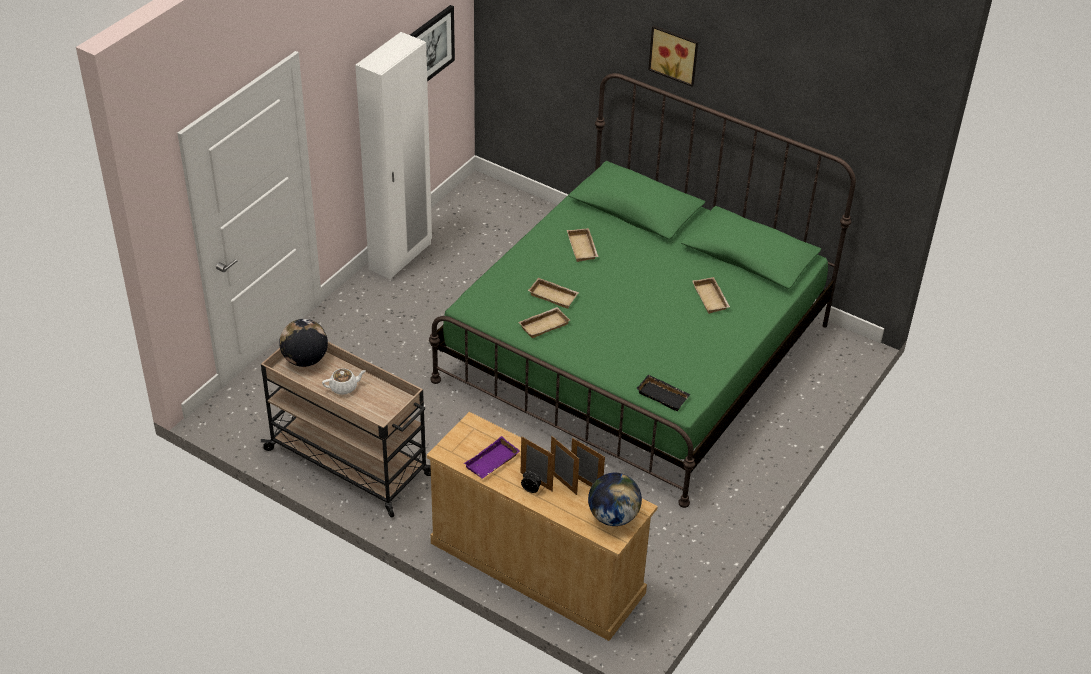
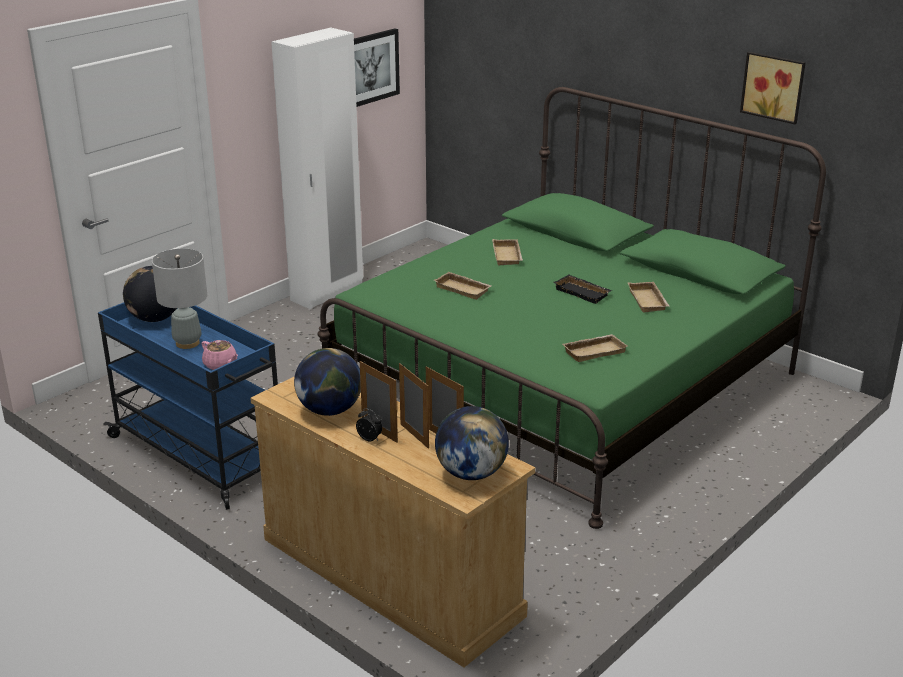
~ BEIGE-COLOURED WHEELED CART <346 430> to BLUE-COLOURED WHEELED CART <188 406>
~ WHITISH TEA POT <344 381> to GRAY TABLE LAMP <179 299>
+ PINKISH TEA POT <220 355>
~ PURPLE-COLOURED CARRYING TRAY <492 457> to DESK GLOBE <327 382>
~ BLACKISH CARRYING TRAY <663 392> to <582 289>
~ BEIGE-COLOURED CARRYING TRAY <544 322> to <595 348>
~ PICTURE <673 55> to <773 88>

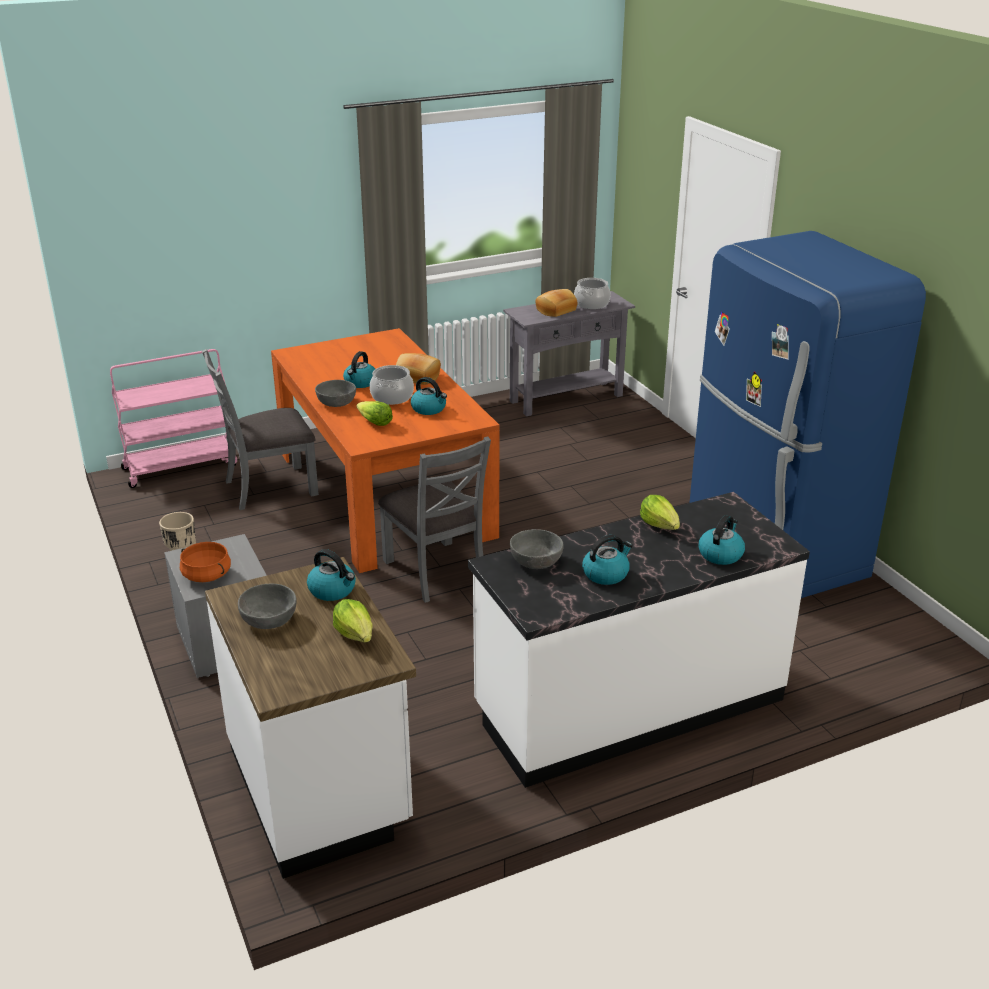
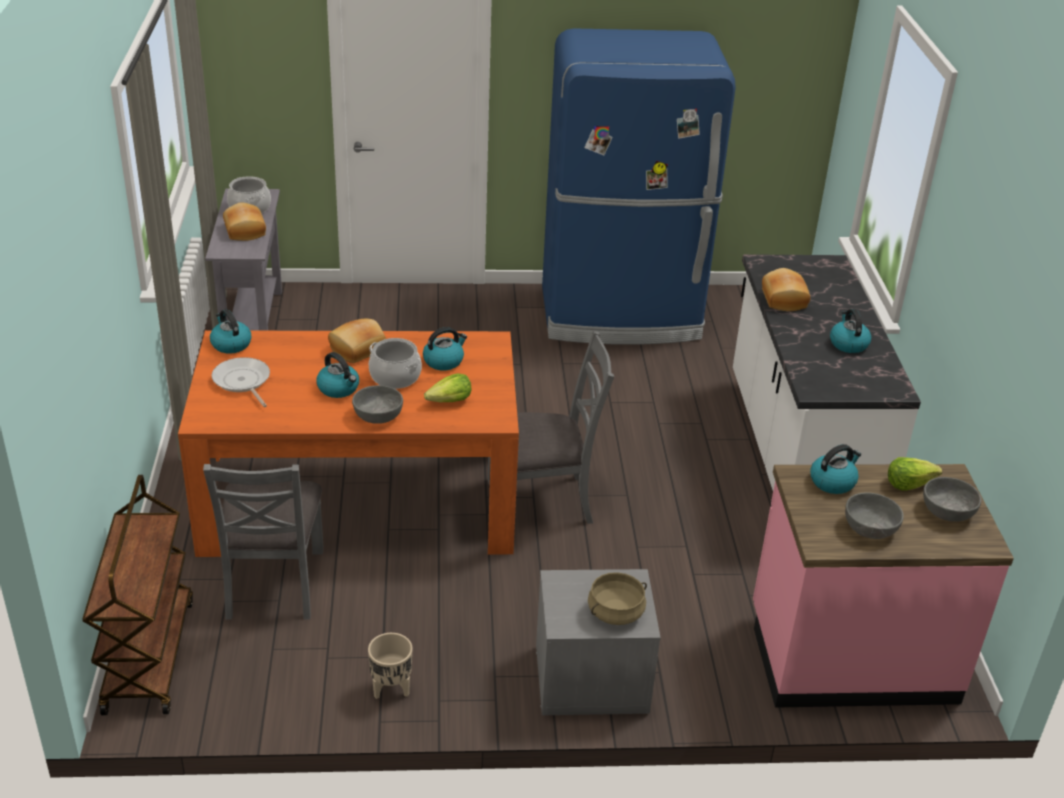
~ PINKISH WHEELED CART <173 418> to BROWN WHEELED CART <137 595>
~ WATER KETTLE <722 540> to <230 331>
+ PAN <241 382>
~ ORANGE-COLOURED SAUCEPOT <205 562> to BEIGE-COLOURED SAUCEPOT <617 598>
~ WHITISH KITCHEN BASE UNIT <310 718> to PINKISH KITCHEN BASE UNIT <883 586>
~ LETTUCE HEAD <660 512> to BAKERY BREAD <786 289>
~ GRAY DEEP DISH <537 549> to <952 499>

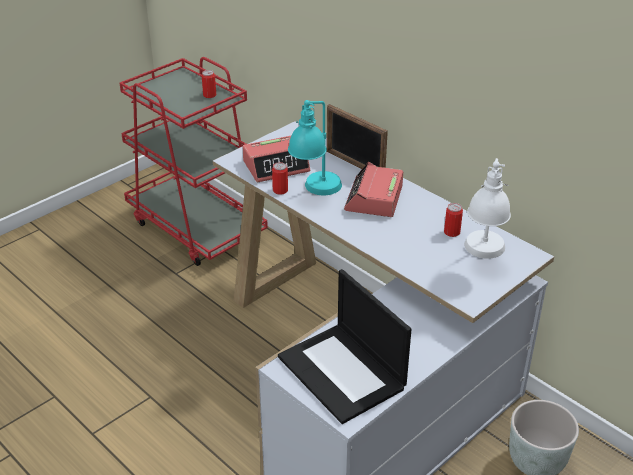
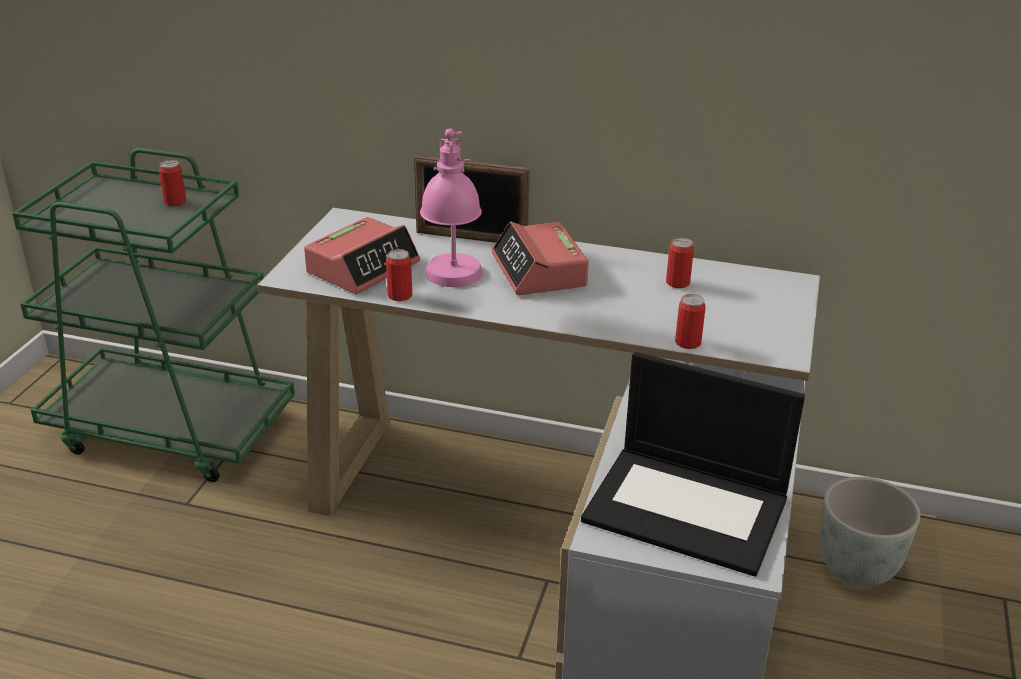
~ RED WHEELED CART <193 161> to GREEN-COLOURED WHEELED CART <153 315>
~ BLUE-GREEN TABLE LAMP <315 147> to PINKISH TABLE LAMP <451 207>
+ METAL CAN <690 321>
- WHITISH TABLE LAMP <487 208>

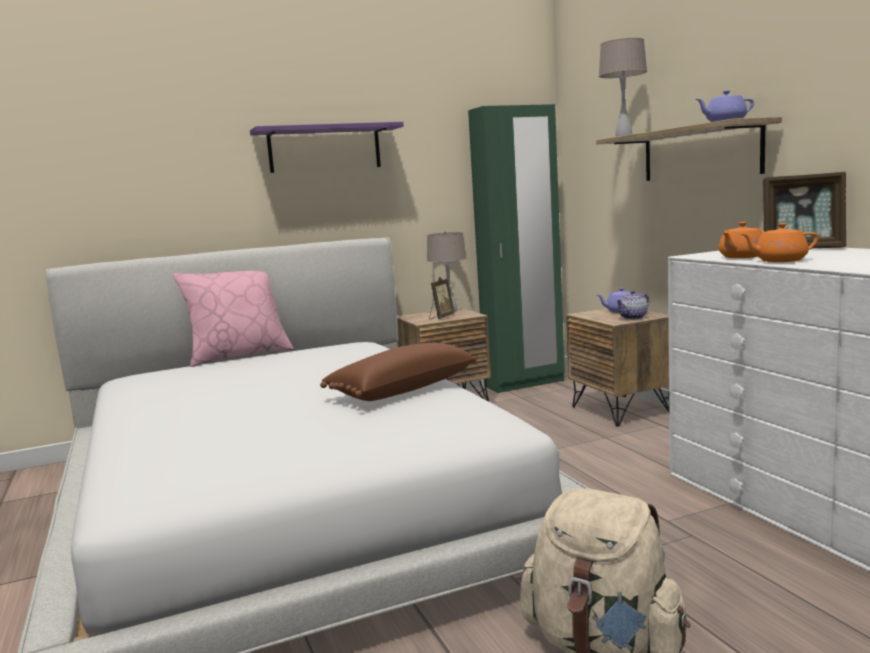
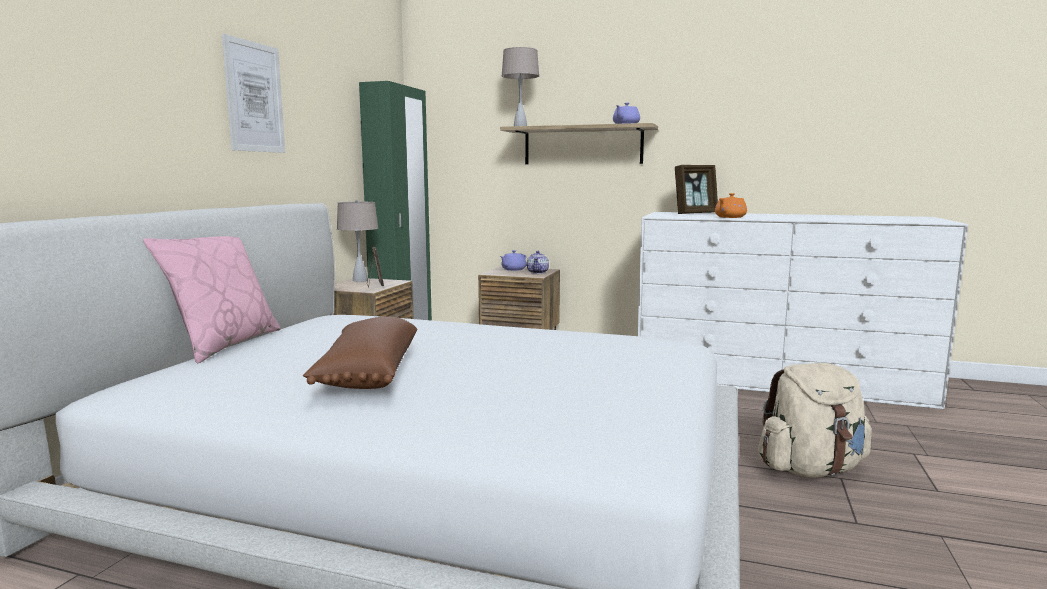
~ PURPLE-COLOURED WALL SHELF <327 147> to PICTURE <253 93>
~ BROWN THROW PILLOW <398 372> to <360 352>
- ORANGE-COLOURED TEA POT <740 240>

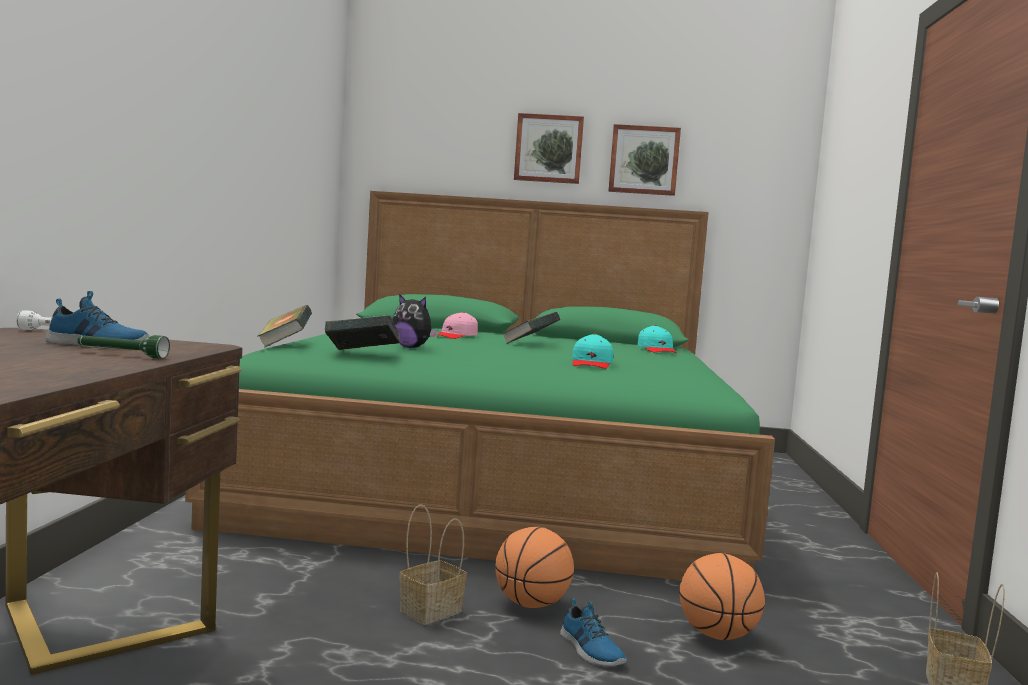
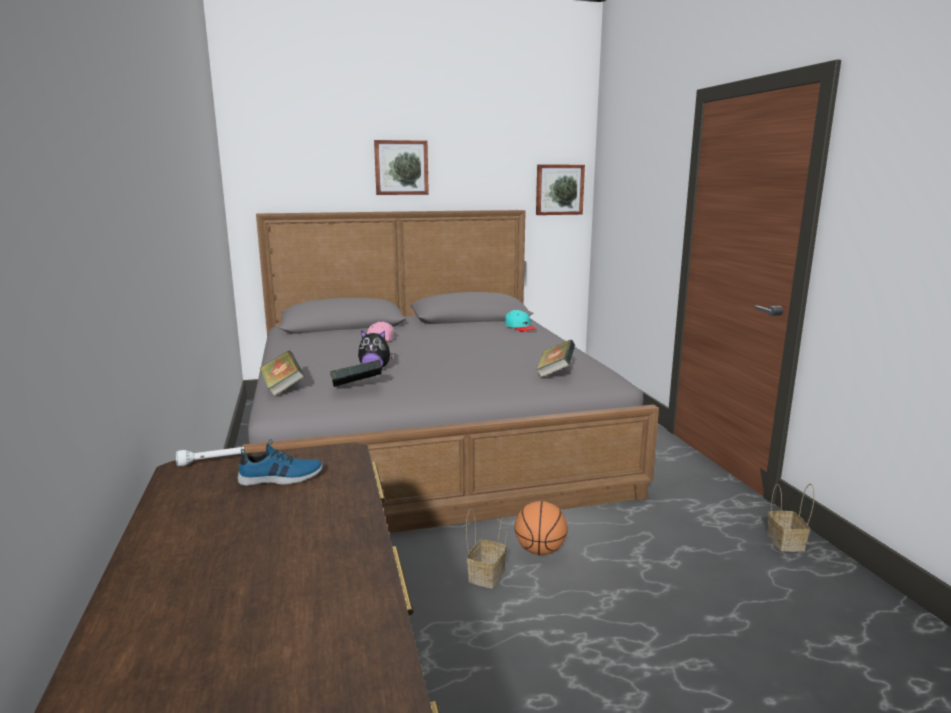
~ GREEN-COLOURED BEDROOM BED <480 385> to GRAY BEDROOM BED <450 371>
~ PICTURE <644 160> to <560 189>
~ BOUND BOOK <531 328> to <555 359>
- GREEN-COLOURED TORCH <123 346>
- SHOE <593 632>
- BLUE-GREEN PEAKED CAP <592 351>
- BASKETBALL BALL <722 596>

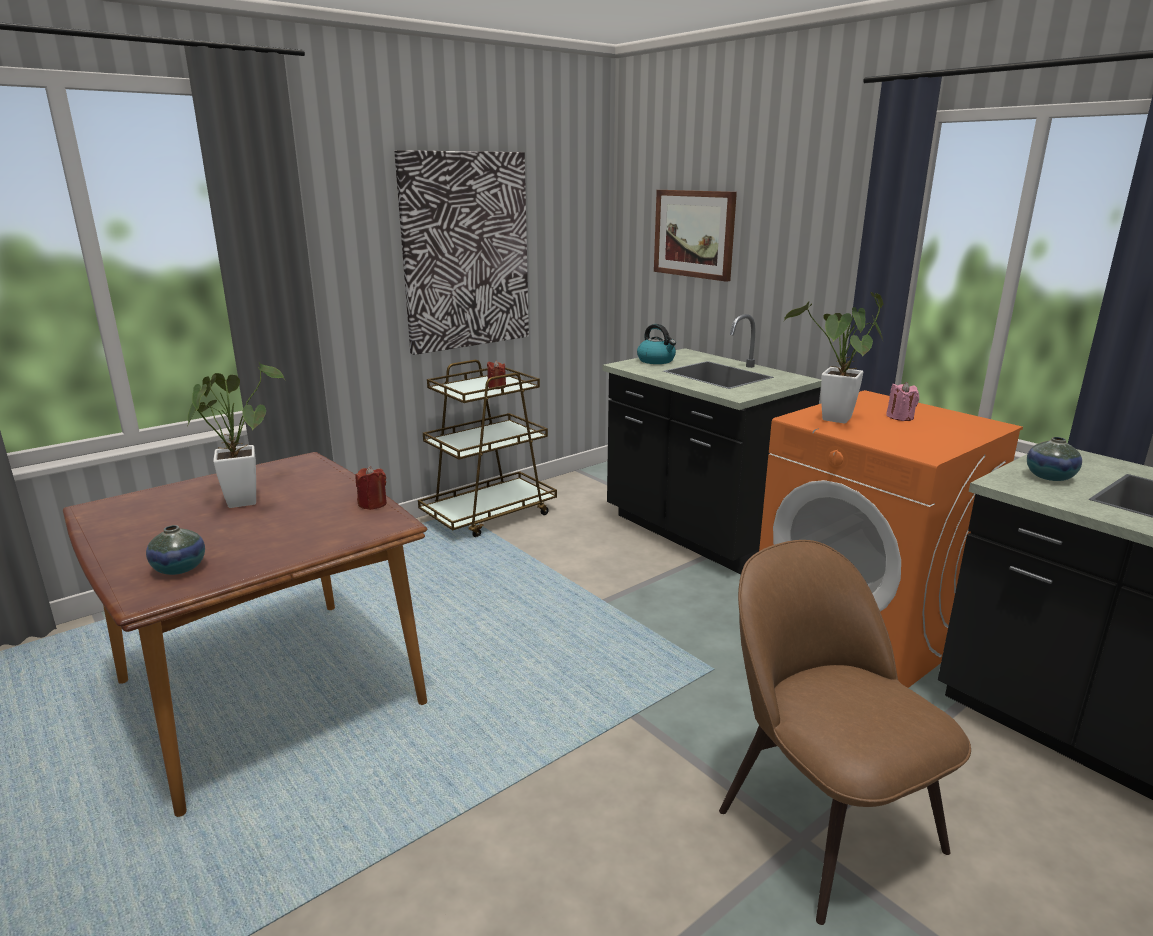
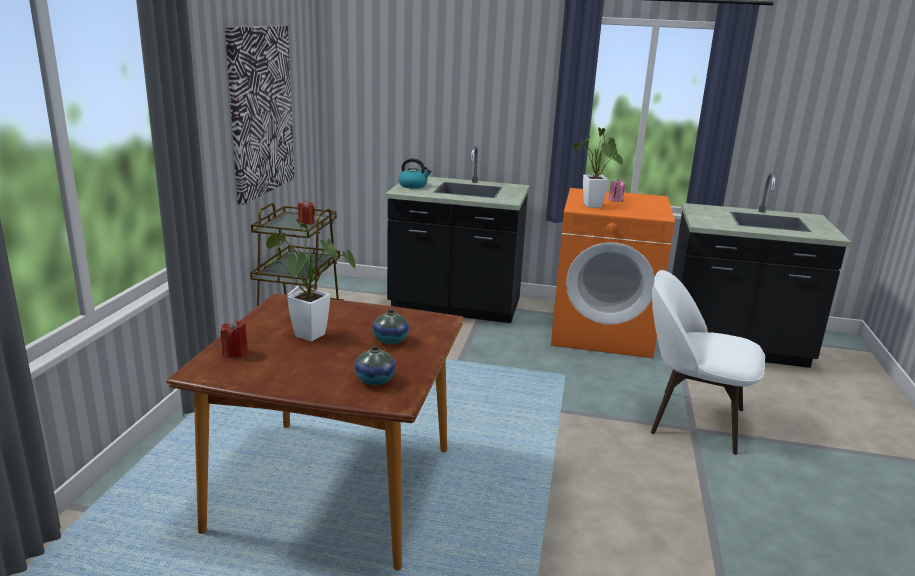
~ RED WAX LIGHT <371 488> to <234 339>
~ FLOWER VASE <1054 459> to <390 327>
~ BROWN UPRIGHT CHAIR <845 732> to WHITISH UPRIGHT CHAIR <708 362>
- PICTURE <695 236>

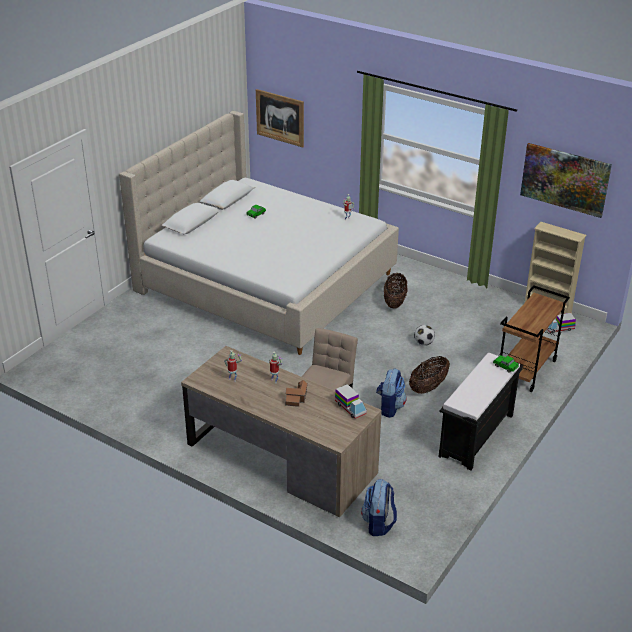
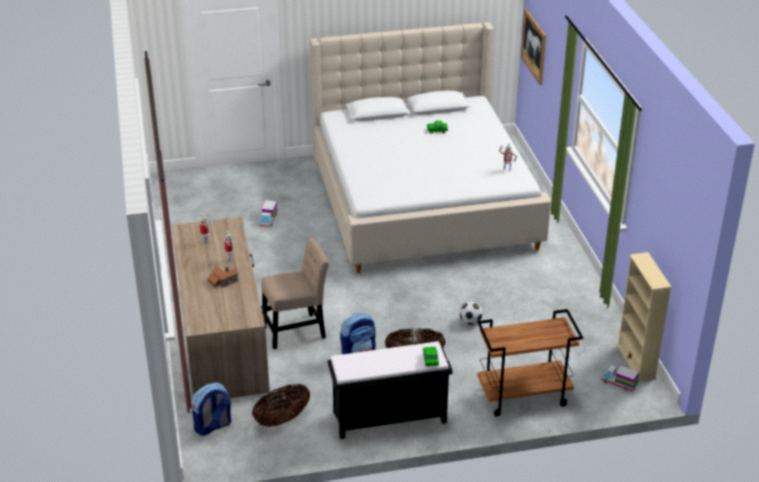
~ STORAGE BASKET <396 291> to <281 405>
~ TOY TRUCK <351 401> to <268 213>
- PICTURE <566 180>

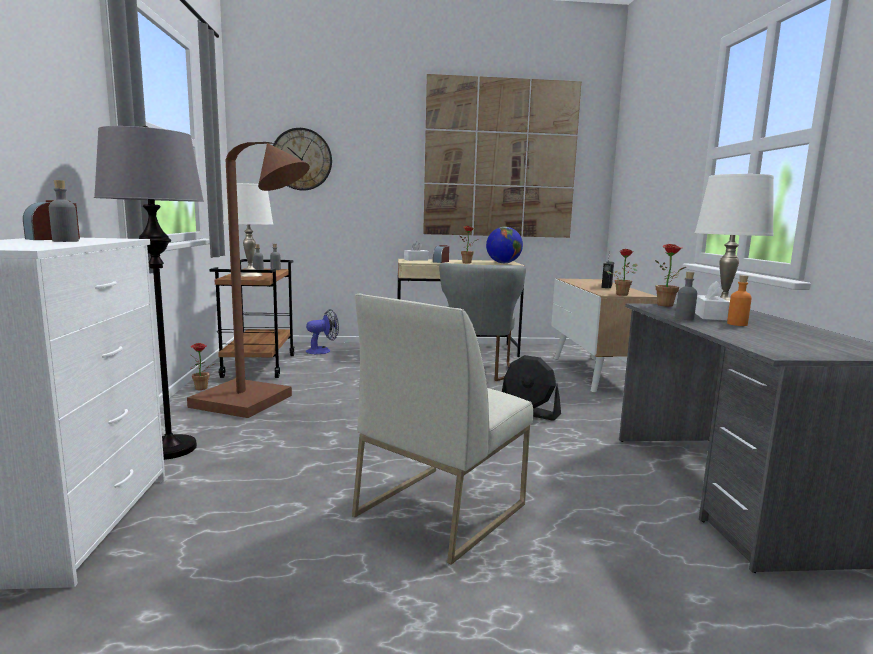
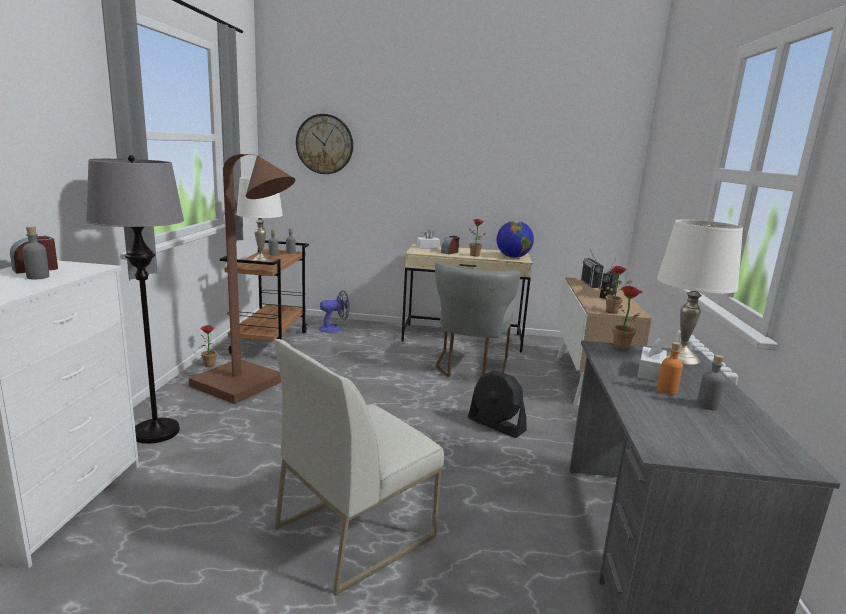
+ RADIO SET <592 269>
~ GRAY BEVERAGE BOTTLE <686 296> to <711 382>
- PICTURE <502 156>

